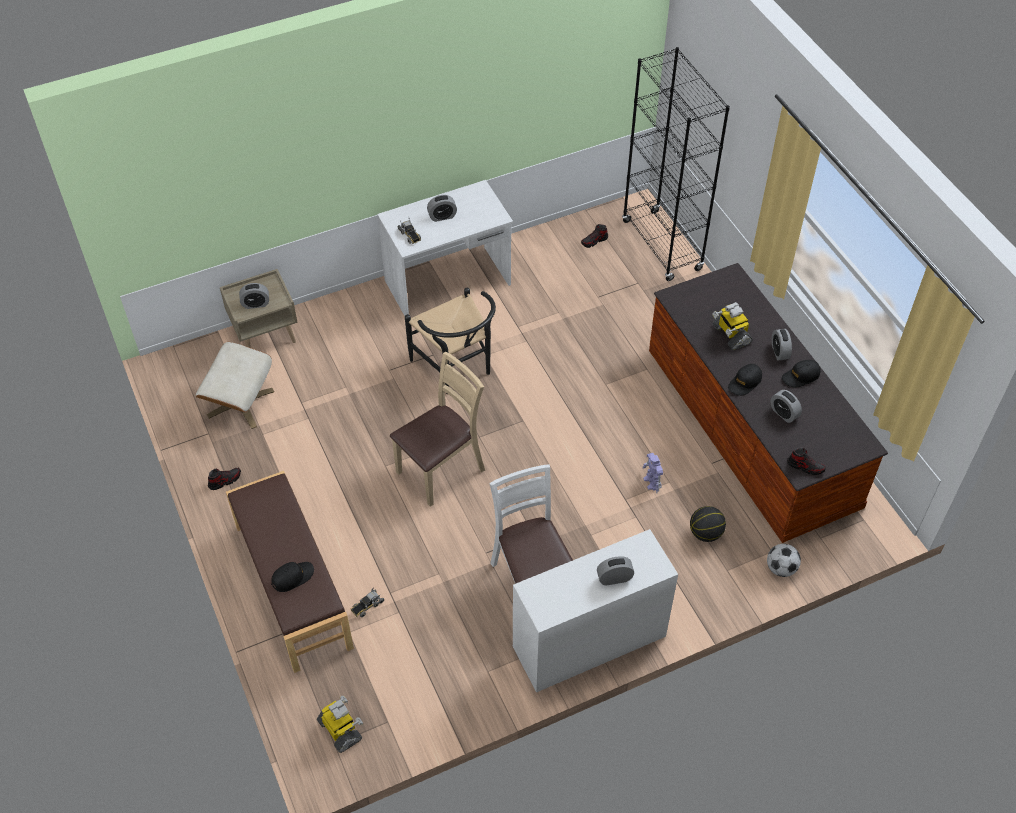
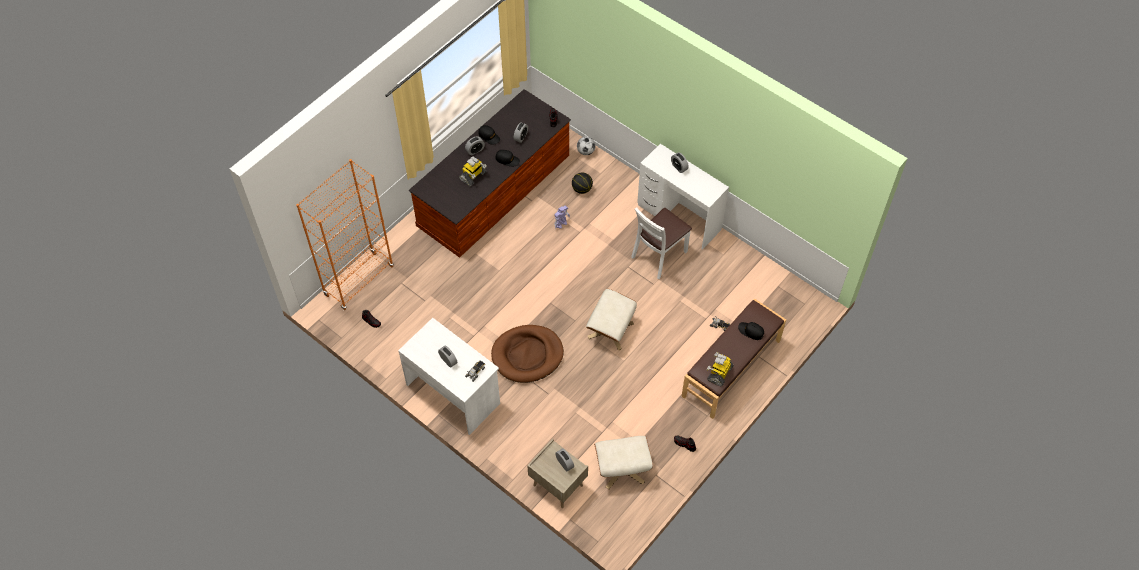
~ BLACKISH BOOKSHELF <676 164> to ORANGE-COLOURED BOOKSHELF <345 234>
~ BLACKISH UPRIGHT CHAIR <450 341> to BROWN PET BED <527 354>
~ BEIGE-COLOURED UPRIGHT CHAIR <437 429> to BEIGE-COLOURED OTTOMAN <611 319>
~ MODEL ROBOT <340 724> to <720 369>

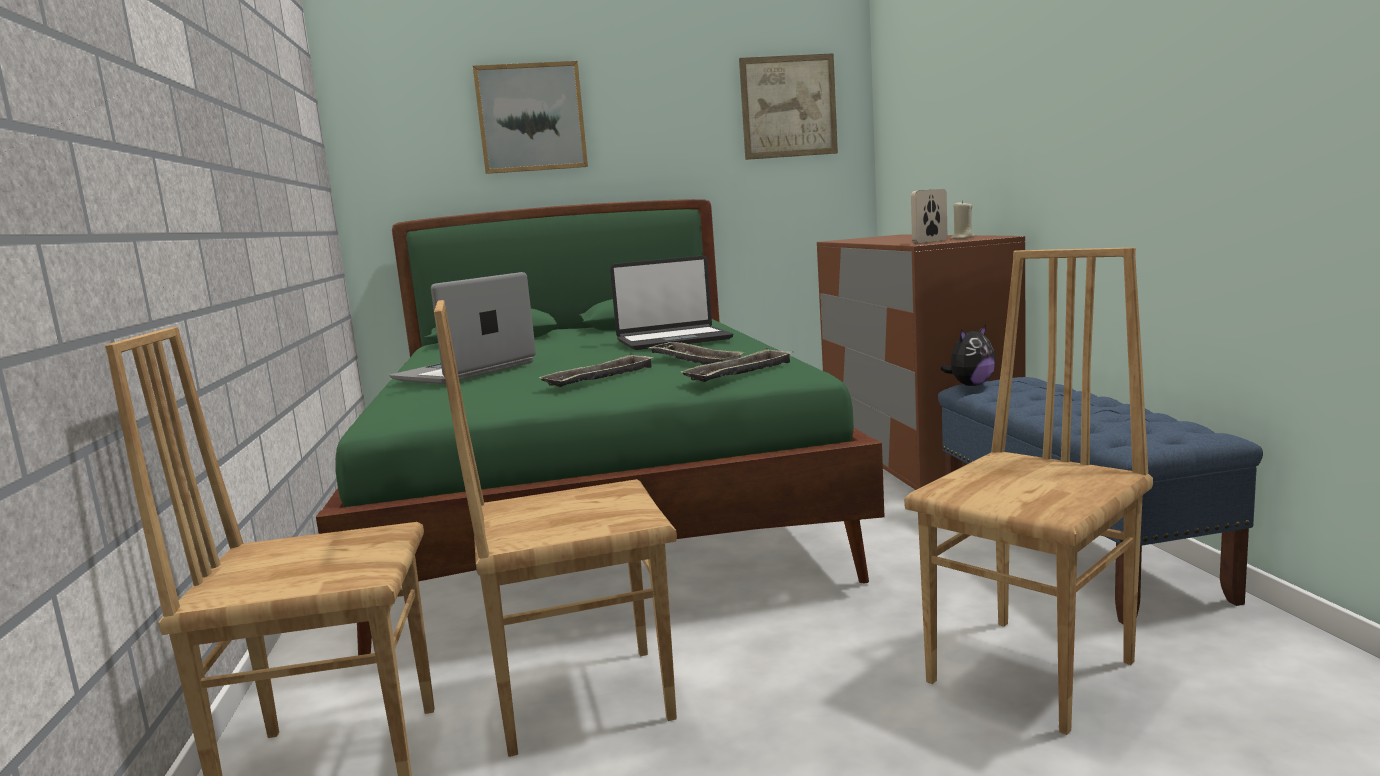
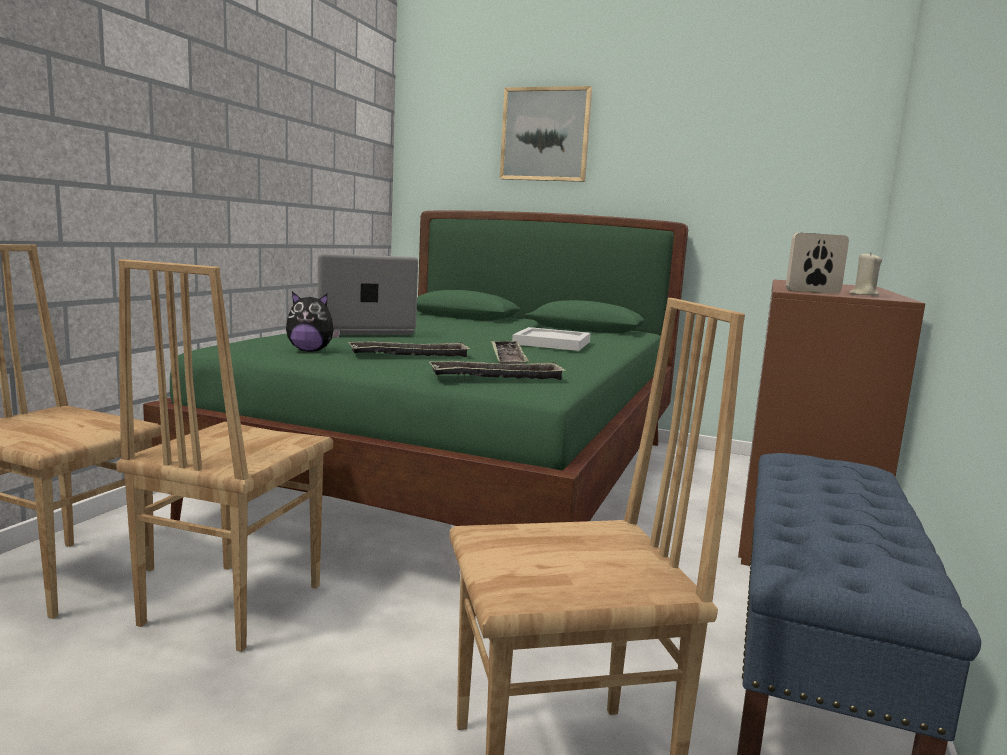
~ BROWN UPRIGHT CHAIR <555 528> = <224 455> 90 degrees counterclockwise
~ CUDDLY TOY <968 355> to <313 322>
~ NOTEBOOK COMPUTER <672 303> to WHITISH CARRYING TRAY <551 339>
- PICTURE <788 106>

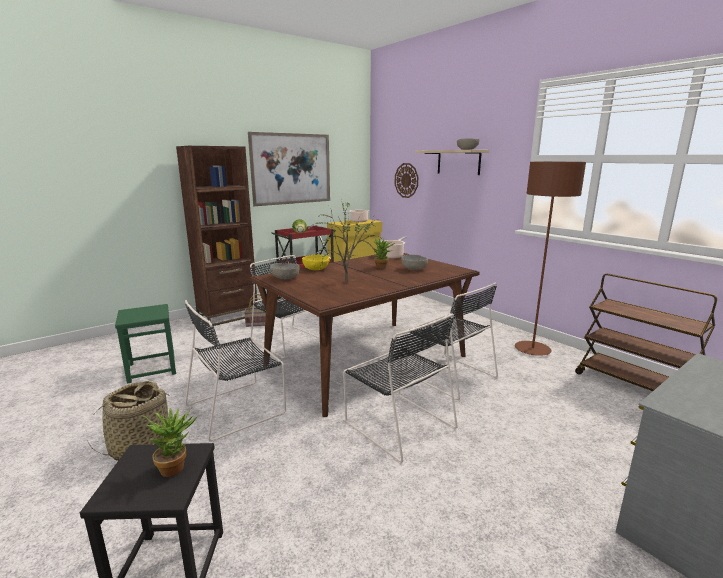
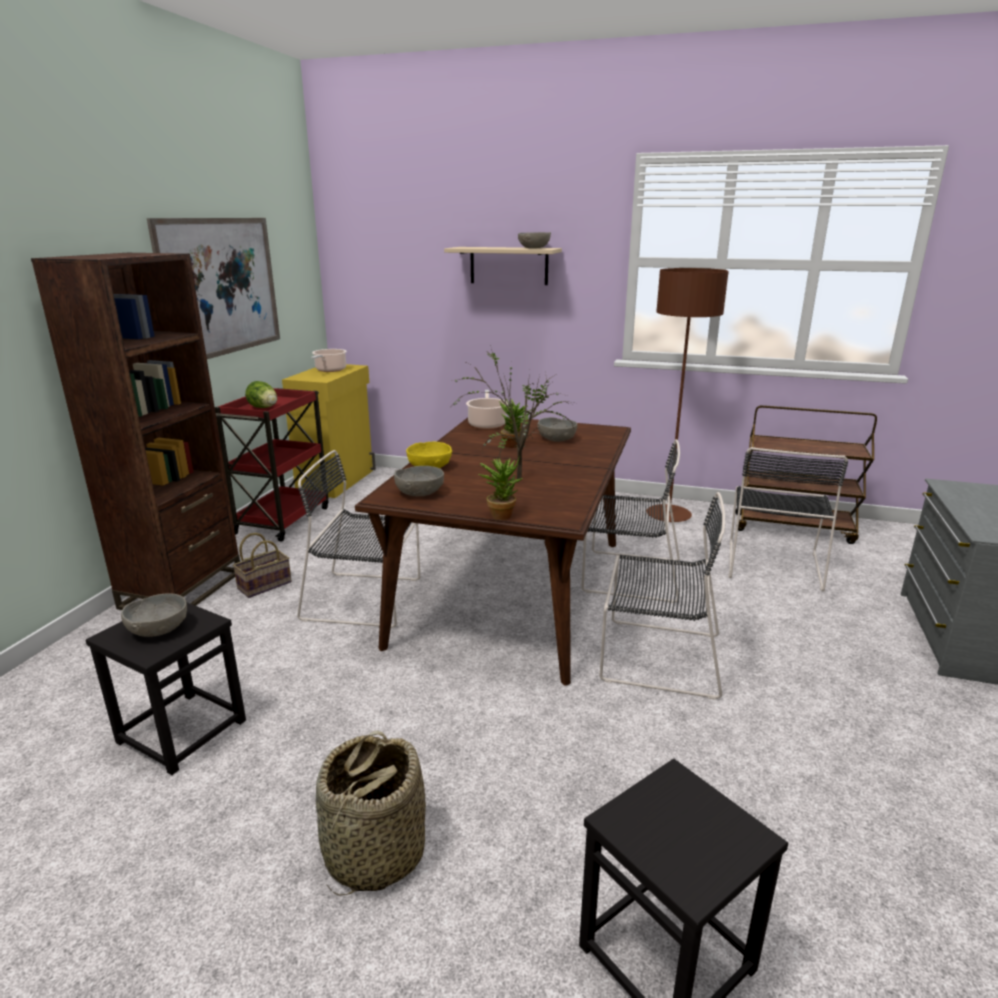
~ GREEN-COLOURED SITTING STOOL <145 344> to BLACKISH SITTING STOOL <165 688>
+ GRAY DEEP DISH <154 615>
~ PLANT IN A POT <170 442> to <501 487>
~ BLACKISH UPRIGHT CHAIR <235 371> to <788 519>
- HANGING CLOCK <406 180>

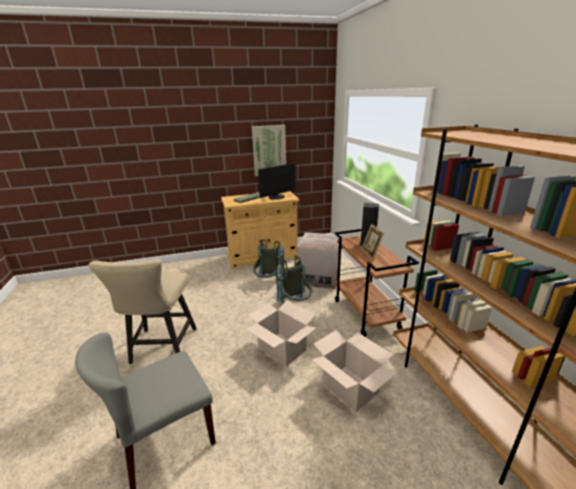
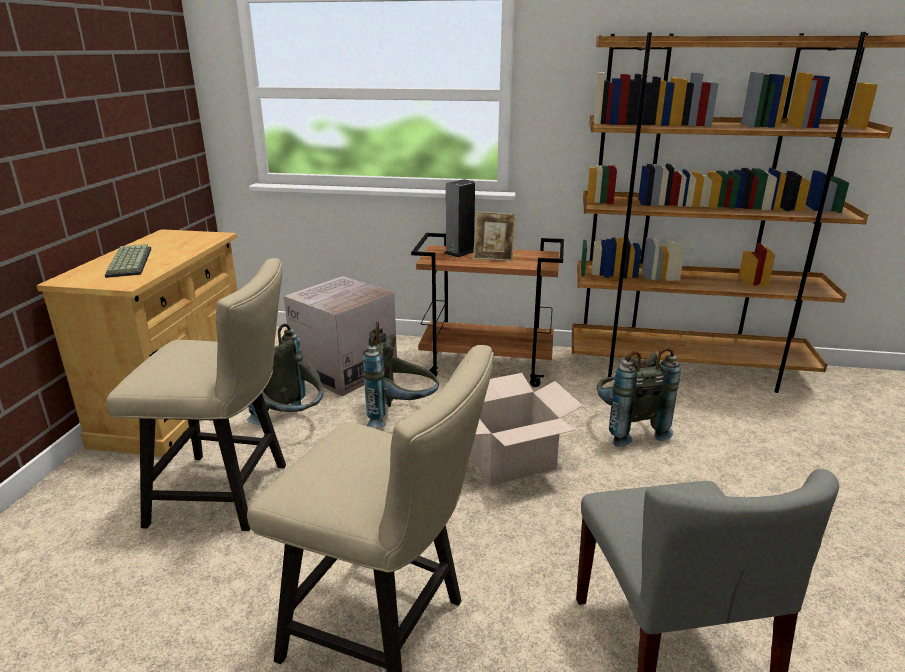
+ BEIGE-COLOURED UPRIGHT CHAIR <196 394>
~ PACKING BOX <354 371> to GRAY RUCKSACK <639 397>
- PICTURE <269 150>
- MONITOR <277 181>

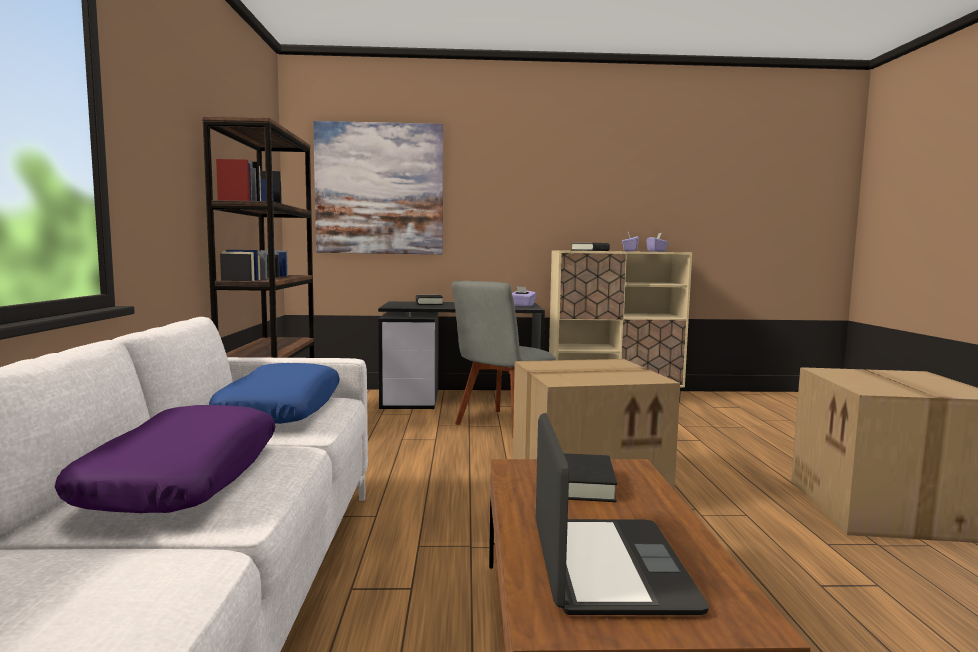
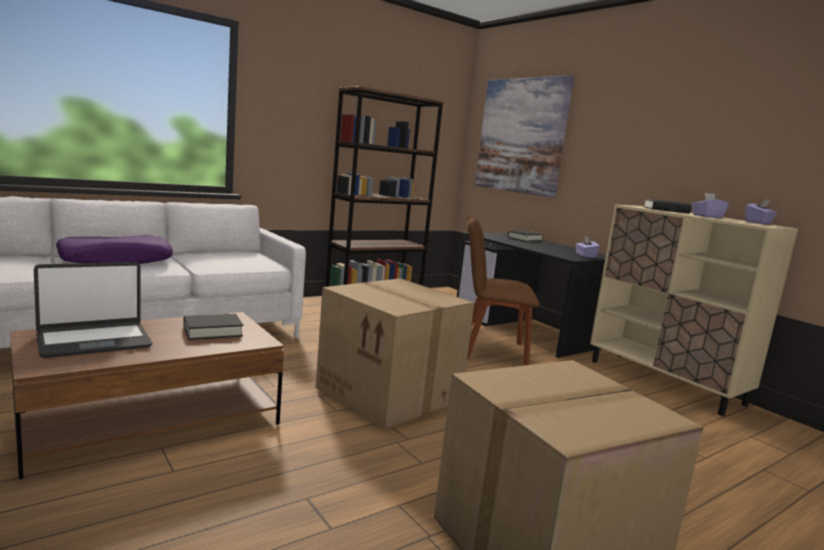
~ GRAY UPRIGHT CHAIR <503 359> to BROWN UPRIGHT CHAIR <503 290>
- BLUE-COLOURED THROW PILLOW <274 393>

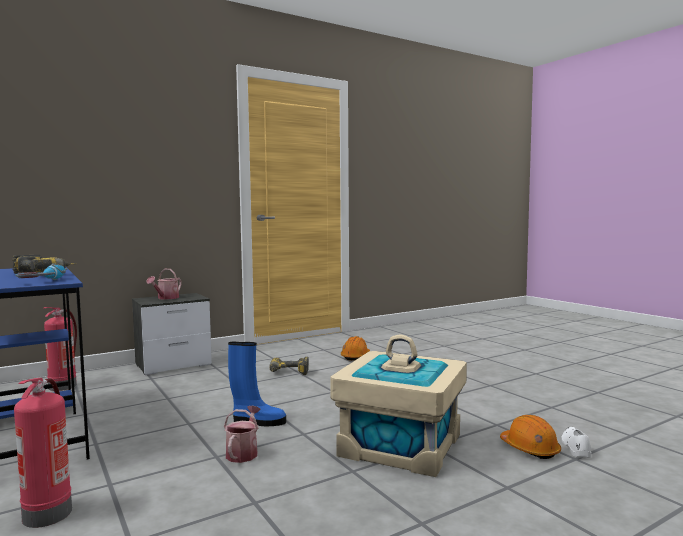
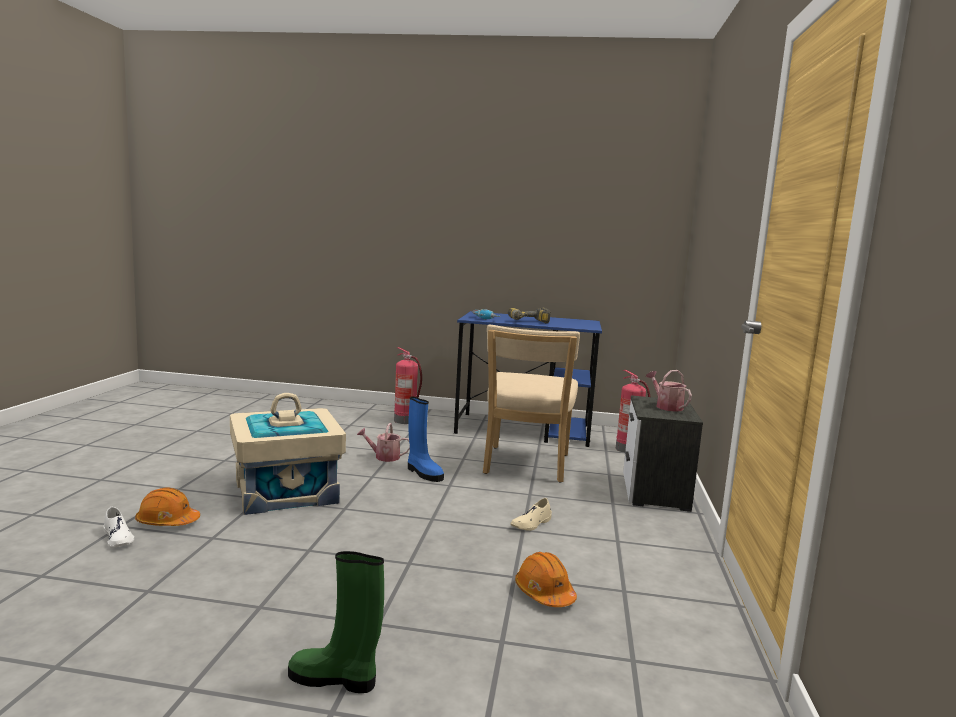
+ GREEN-COLOURED TALL BOOT <336 622>
~ SPRINKLING CAN <242 434> = <383 442> 135 degrees clockwise
~ BLUE-COLOURED TALL BOOT <257 384> = <426 439> 90 degrees counterclockwise
+ BEIGE-COLOURED UPRIGHT CHAIR <531 404>
~ POWER DRILL <289 366> to BEIGE-COLOURED SHOE <531 514>

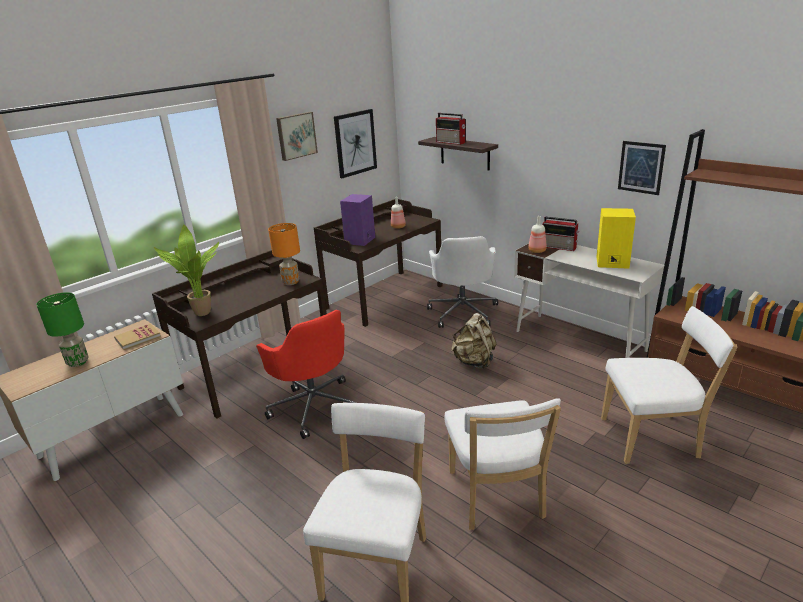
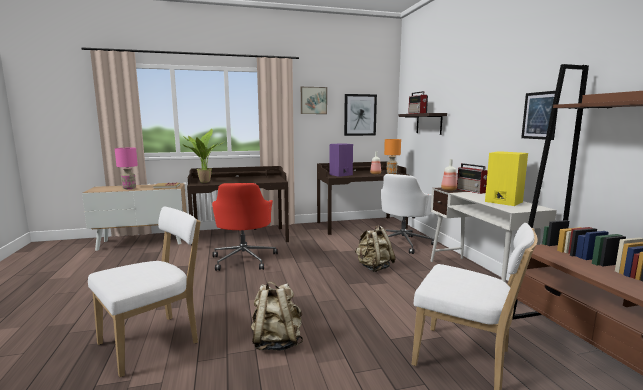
~ GREEN-COLOURED TABLE LAMP <62 329> to PINKISH TABLE LAMP <126 168>
~ WHITISH UPRIGHT CHAIR <503 464> to BEIGE-COLOURED RUCKSACK <277 316>
~ ORANGE-COLOURED TABLE LAMP <284 254> to <392 156>

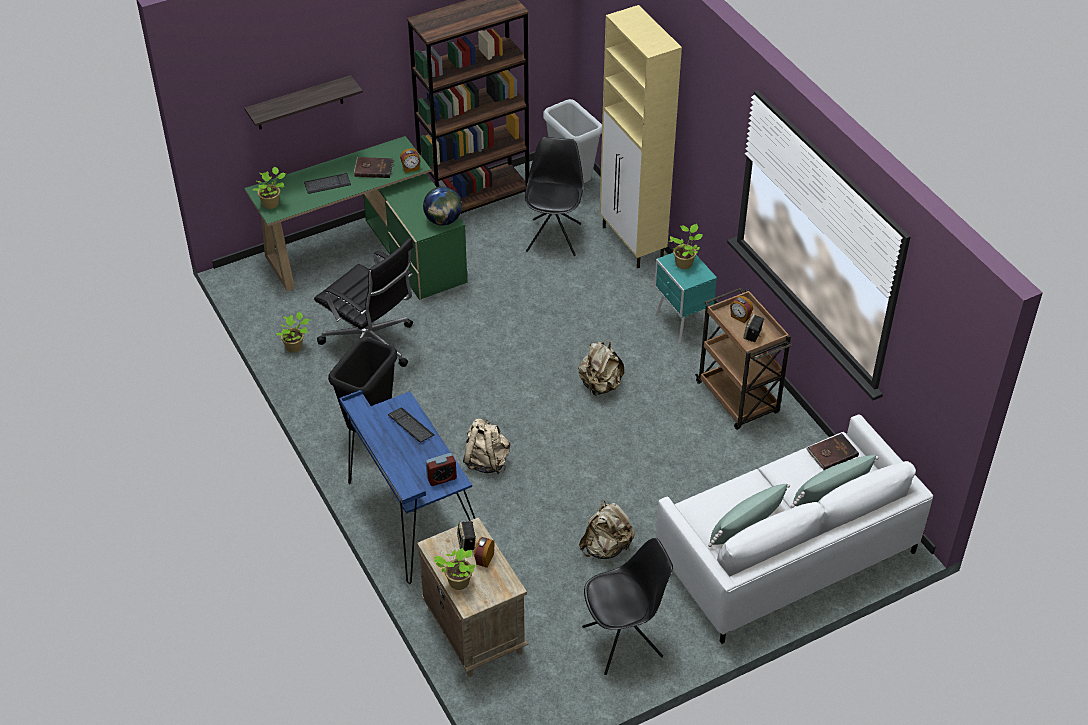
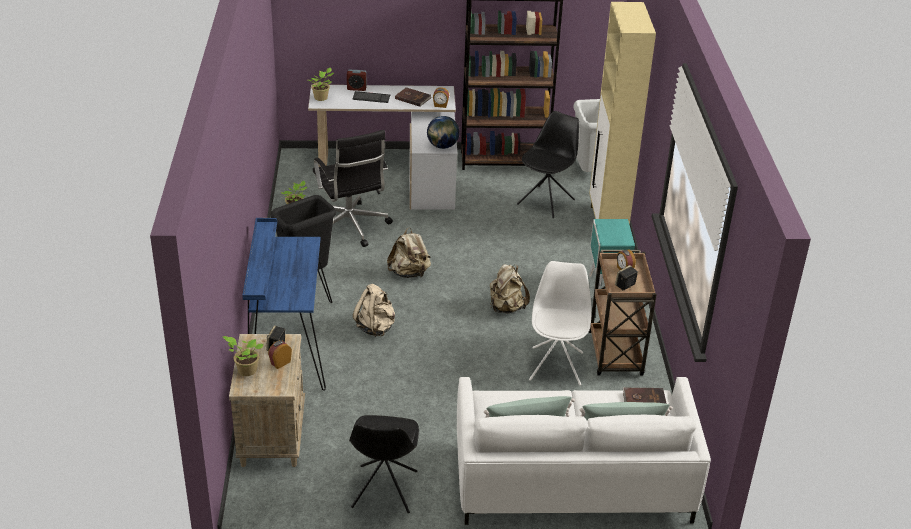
~ GREEN-COLOURED DESK <355 218> to WHITISH DESK <383 147>
~ ALARM CLOCK <441 469> to <357 80>
~ BLACKISH UPRIGHT CHAIR <627 606> = <384 464> 90 degrees clockwise
~ BEIGE-COLOURED RUCKSACK <607 530> to <409 252>
+ WHITISH UPRIGHT CHAIR <560 323>
- WALL SHELF <303 102>
- COMPUTER KEYBOARD <411 425>
- PLANT IN A POT <686 246>

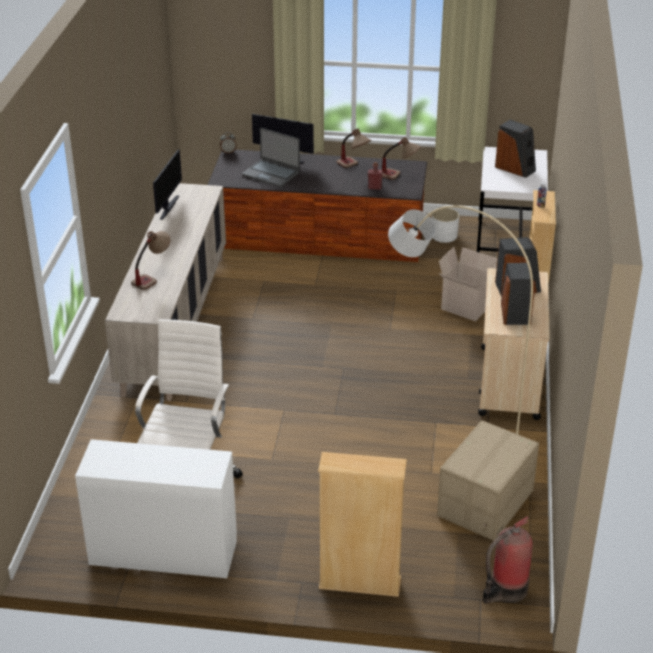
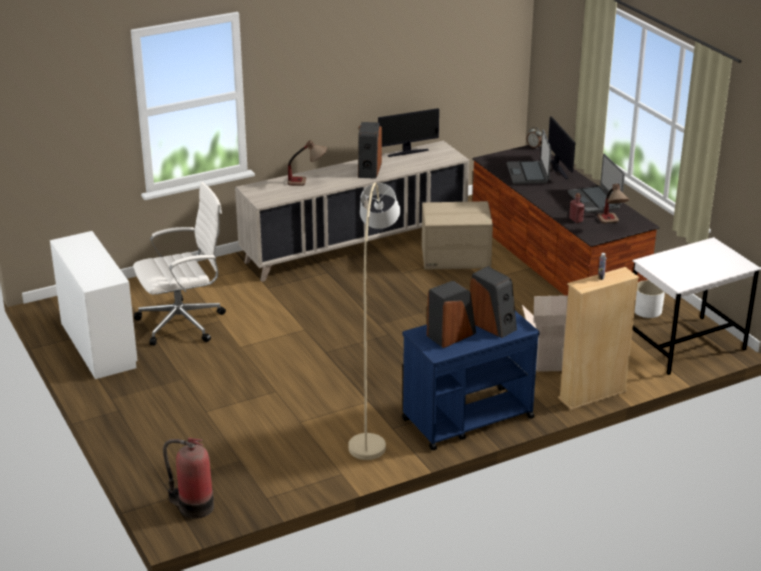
~ SPEAKER <515 149> to <370 150>
~ BEIGE-COLOURED WHEELED CART <513 344> to BLUE-COLOURED WHEELED CART <471 380>
~ PACKING BOX <488 480> to <457 235>
~ TABLE LAMP <353 148> to NOTEBOOK COMPUTER <596 183>
- BEIGE-COLOURED BOOKSHELF <362 524>

